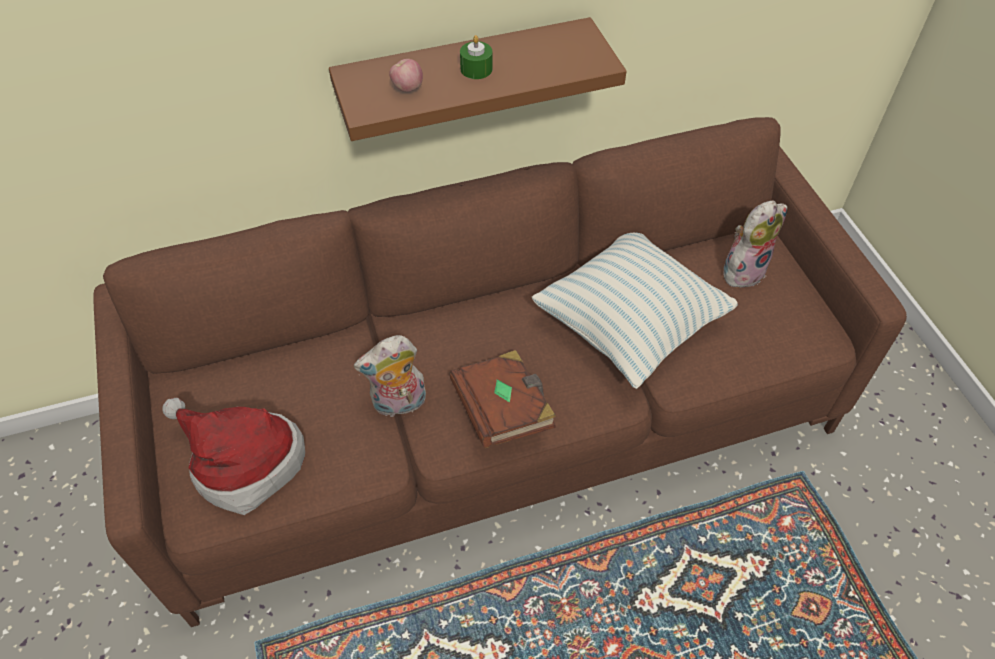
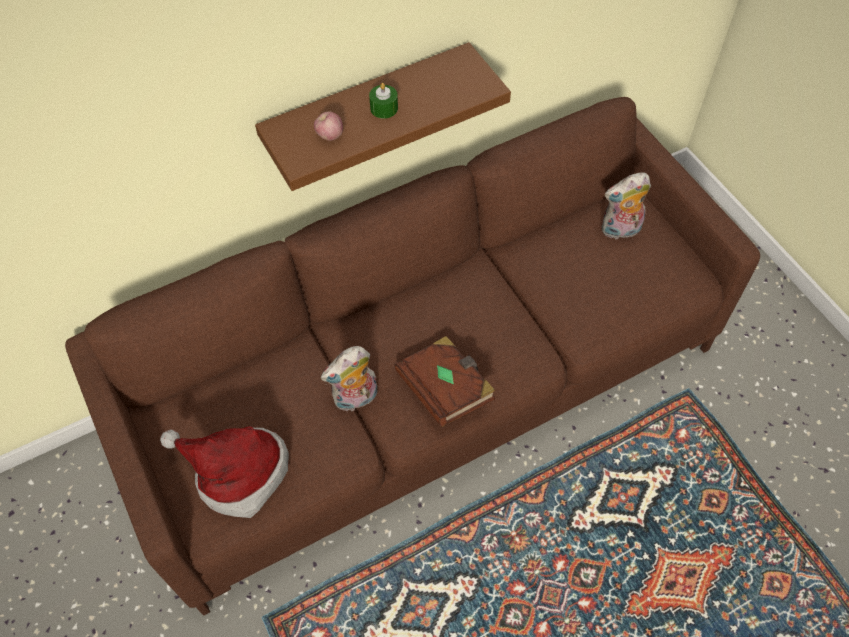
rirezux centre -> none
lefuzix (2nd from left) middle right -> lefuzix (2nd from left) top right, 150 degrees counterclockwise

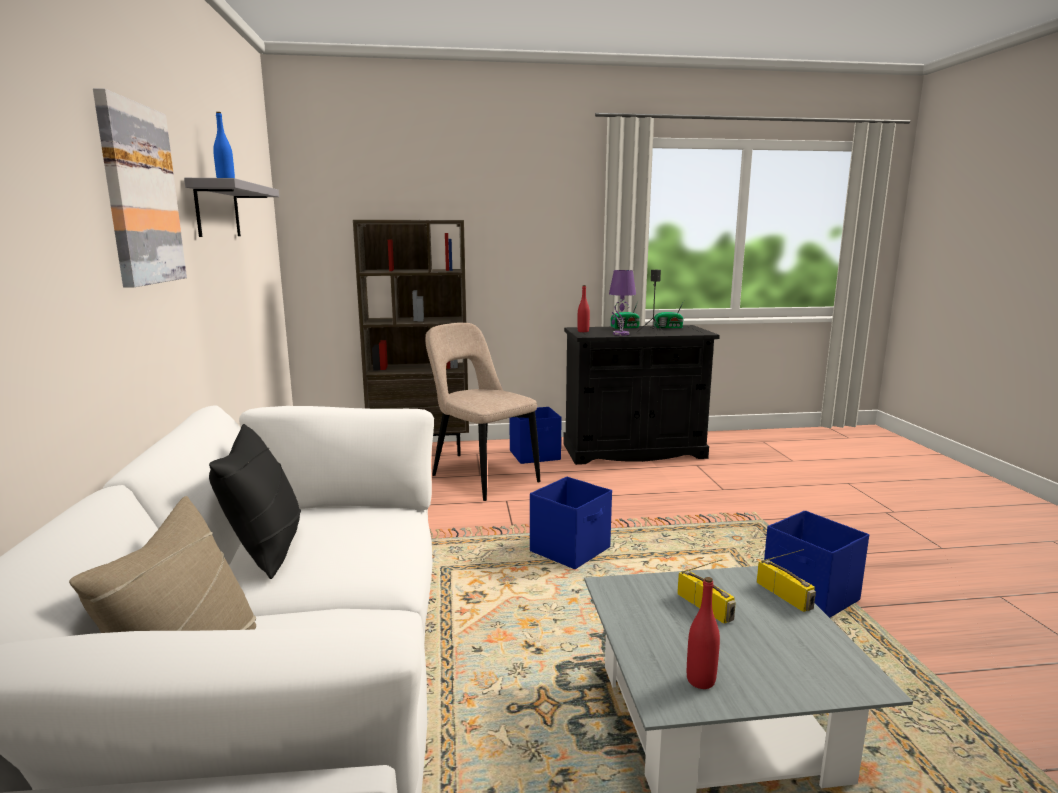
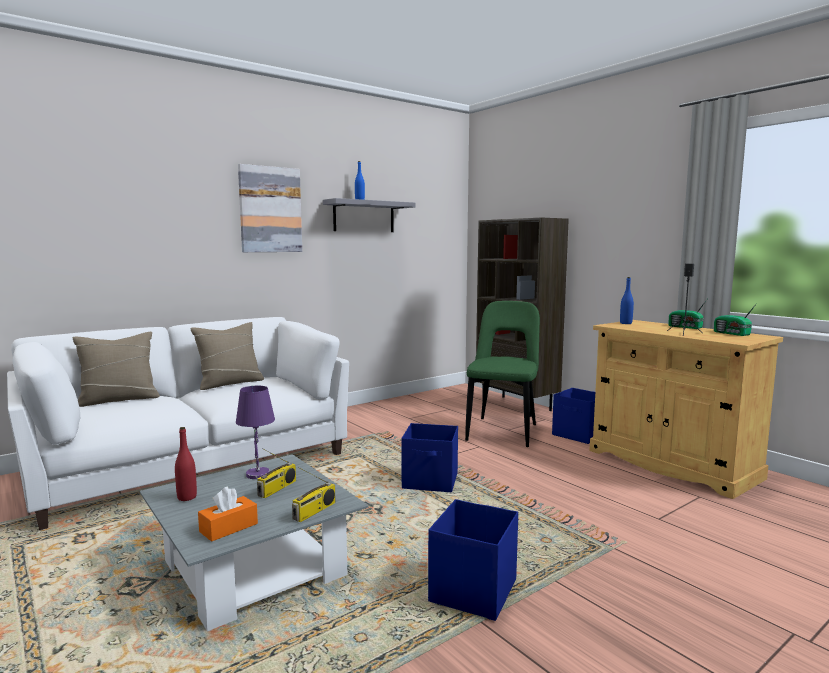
none -> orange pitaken bottom left
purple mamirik centre -> purple mamirik middle left, move
black rirezux middle left -> beige rirezux (2nd from left) middle left
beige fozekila centre -> green fozekila centre
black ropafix centre -> beige ropafix middle right
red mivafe (1st from left) centre -> blue mivafe (2nd from left) middle right

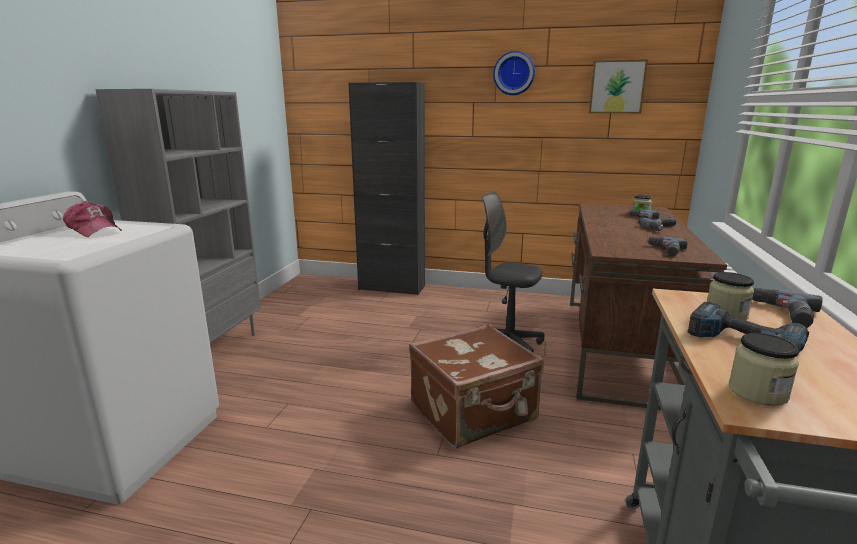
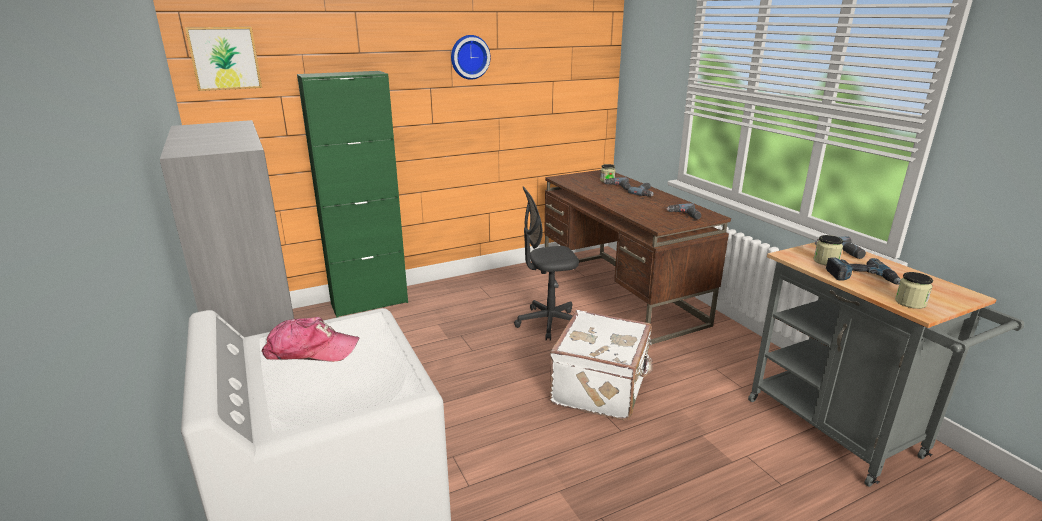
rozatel top right -> rozatel top left, move
black ropafix centre -> green ropafix centre
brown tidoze bottom centre -> white tidoze bottom centre

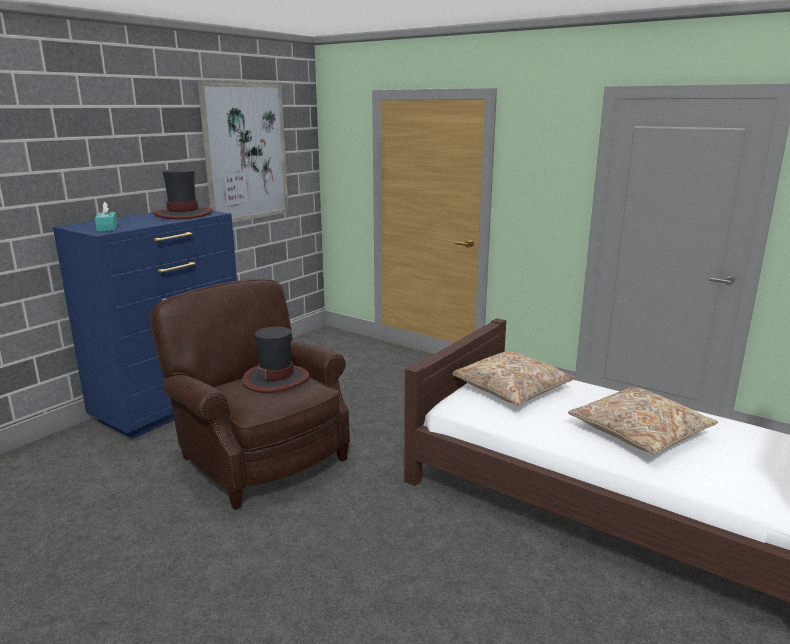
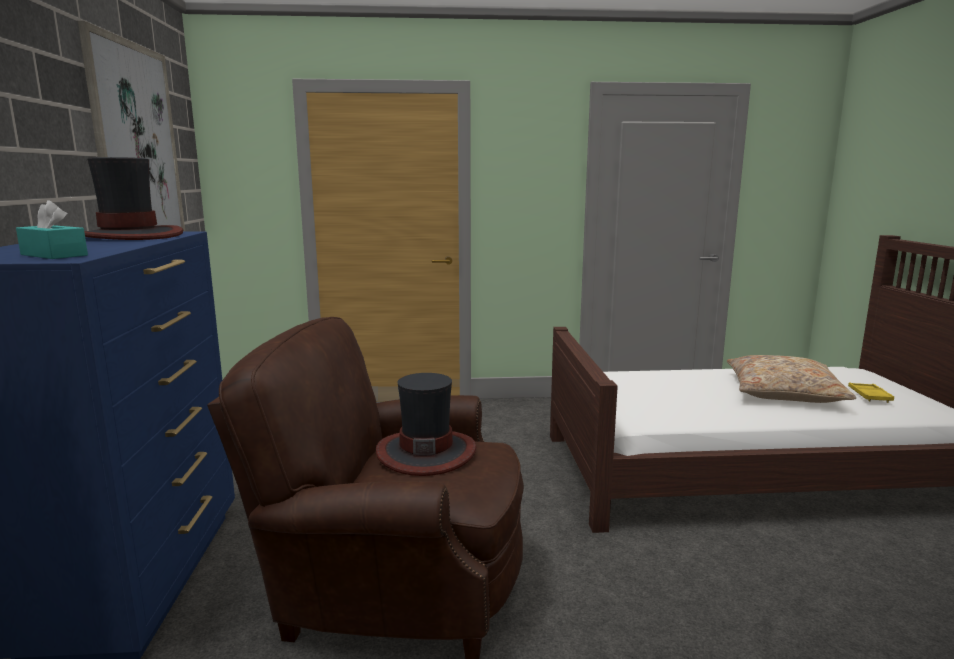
beige rirezux (1st from left) centre -> none
none -> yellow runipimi middle right

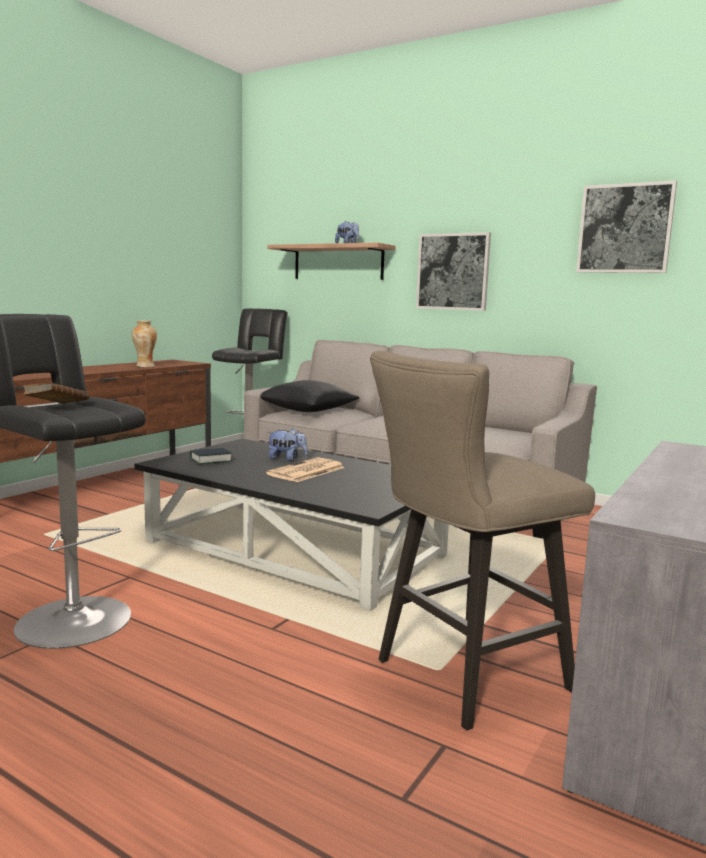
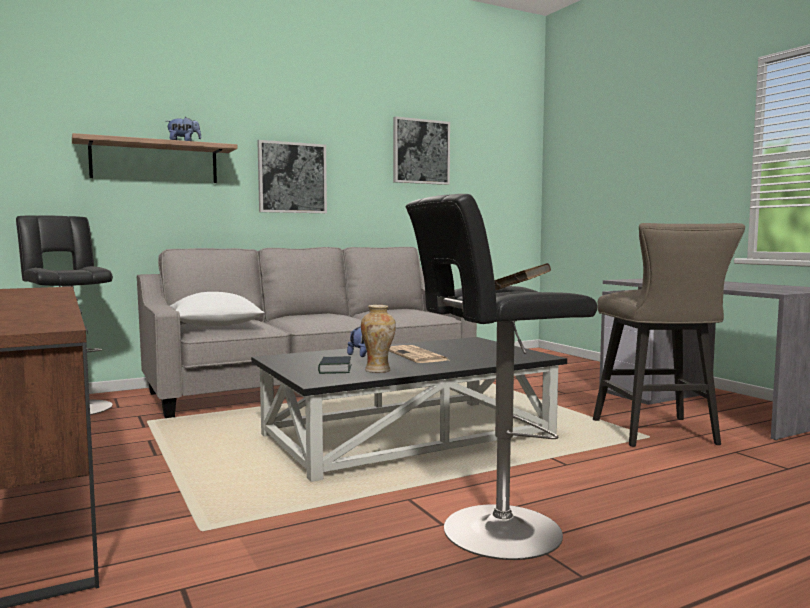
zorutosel middle left -> zorutosel centre, move
black rirezux centre -> white rirezux middle left

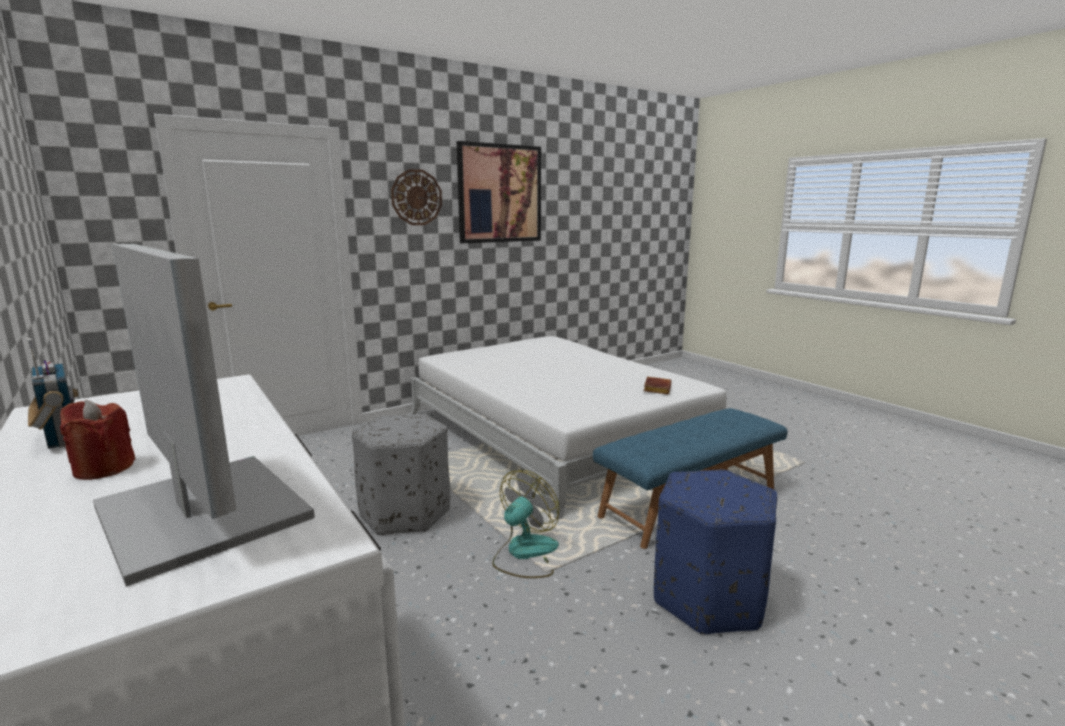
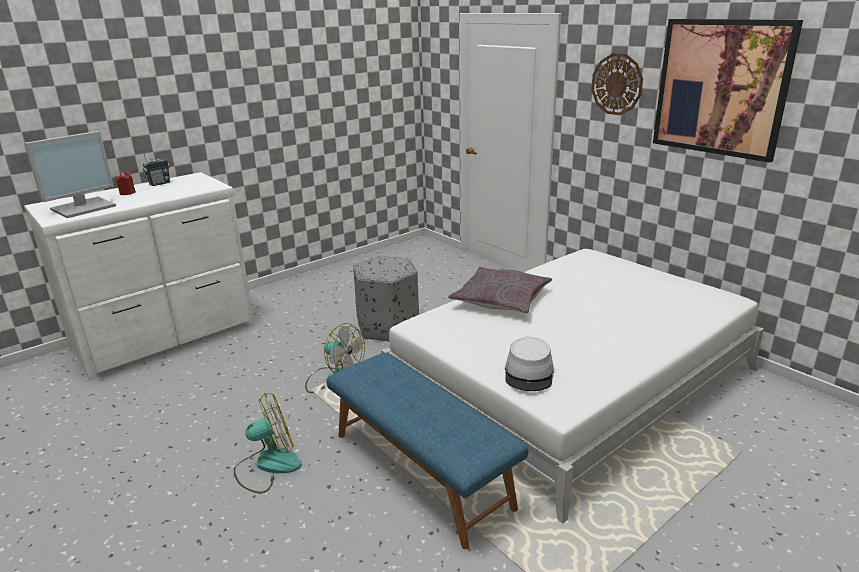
none -> grey rirezux centre
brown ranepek centre -> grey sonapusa centre
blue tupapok bottom right -> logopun (1st from left) bottom left

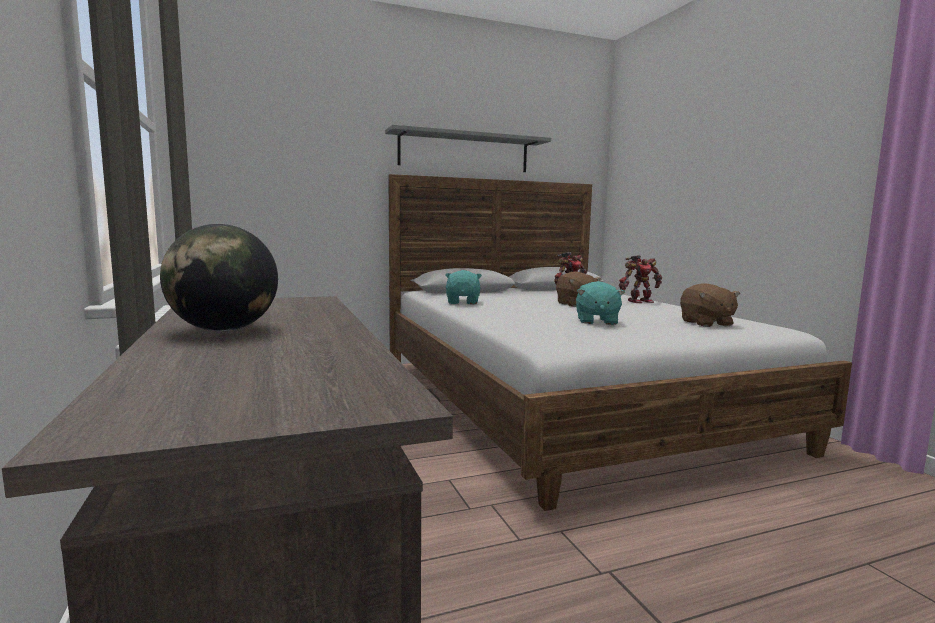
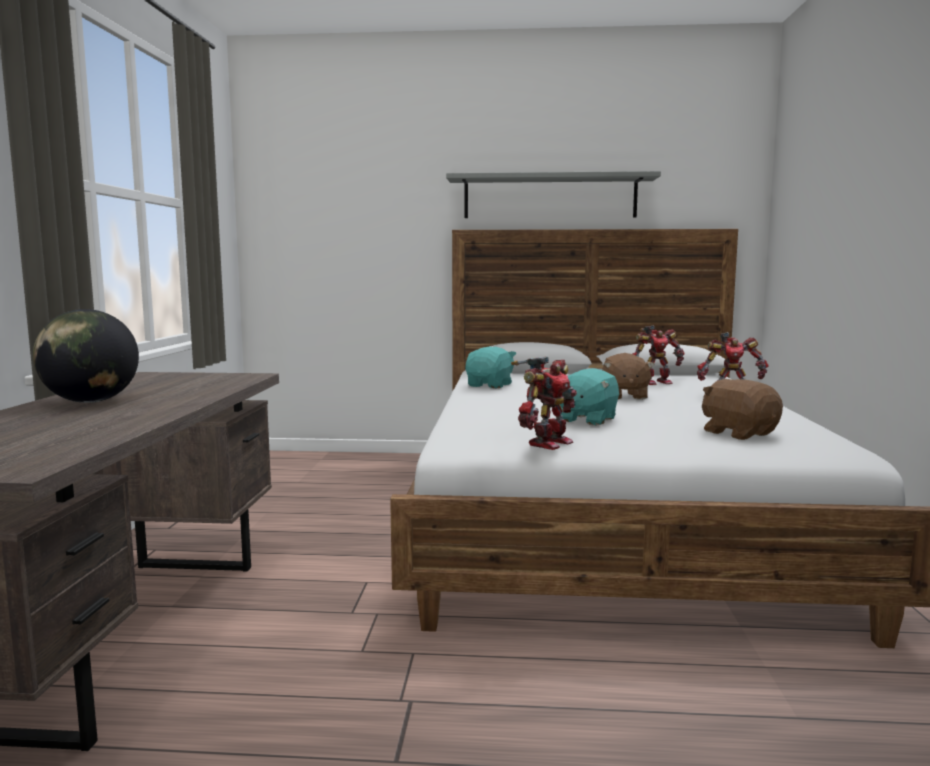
none -> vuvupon (1st from left) centre
brown lefuzix (2nd from left) middle right, 135 degrees clockwise

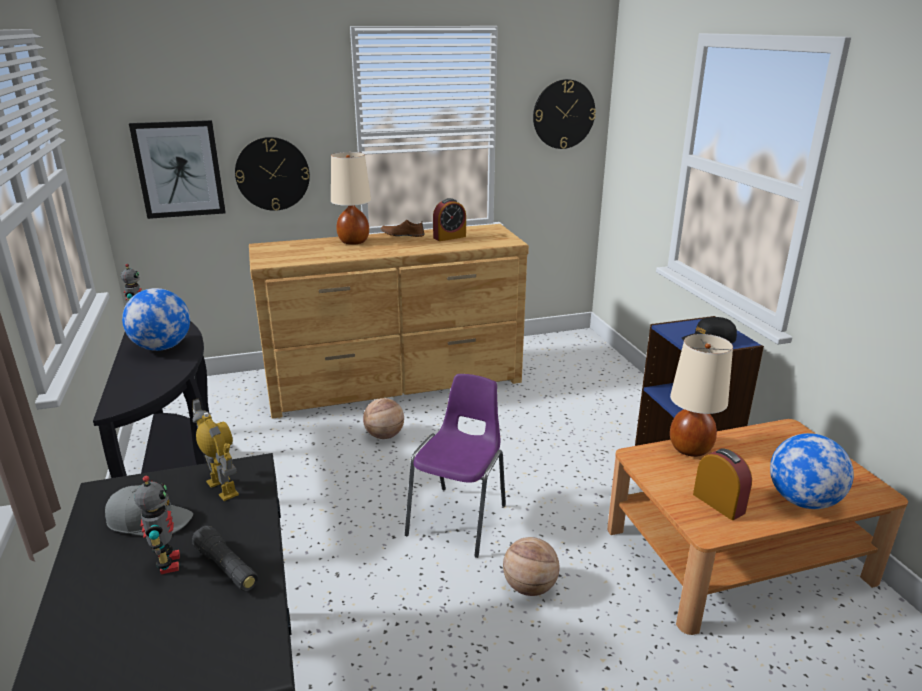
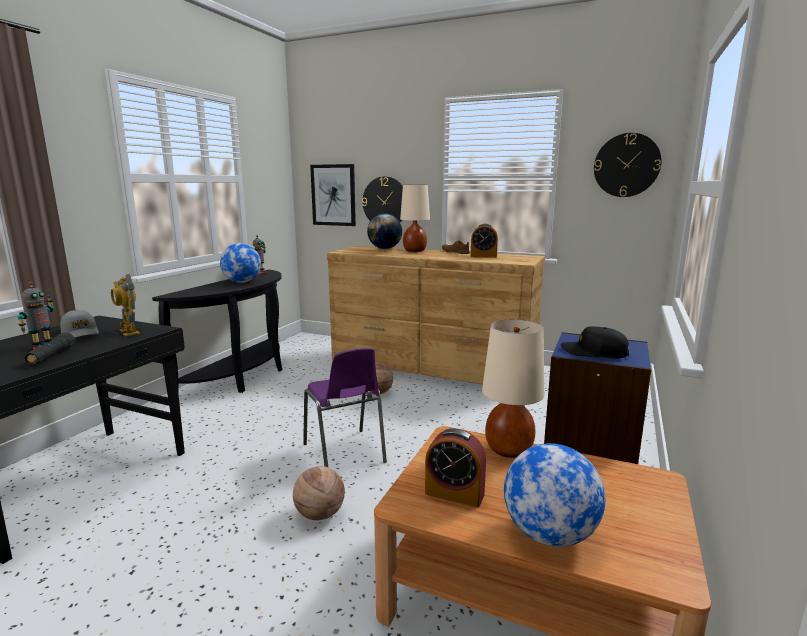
none -> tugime (2nd from left) centre
vuvupon (3rd from left in the first image) middle left -> vuvupon (2nd from left) middle left, 135 degrees clockwise
purple fozekila bottom centre -> purple fozekila centre, 90 degrees clockwise
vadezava (2nd from left in the first image) bottom right -> vadezava (1st from left) bottom centre, 105 degrees clockwise

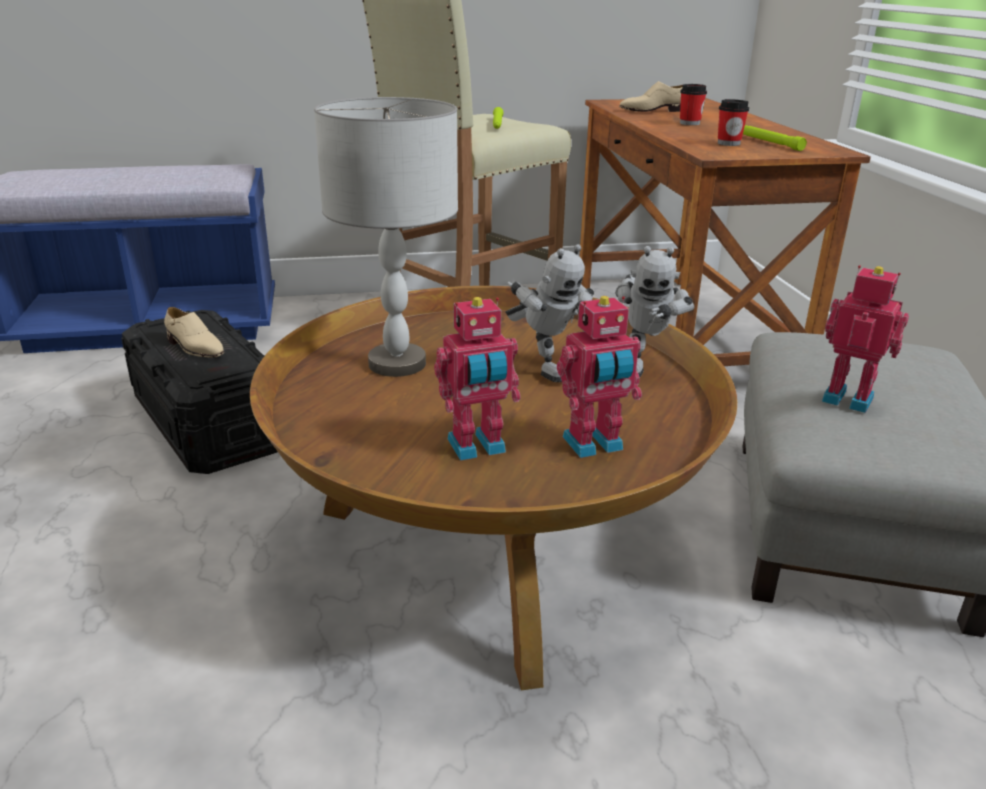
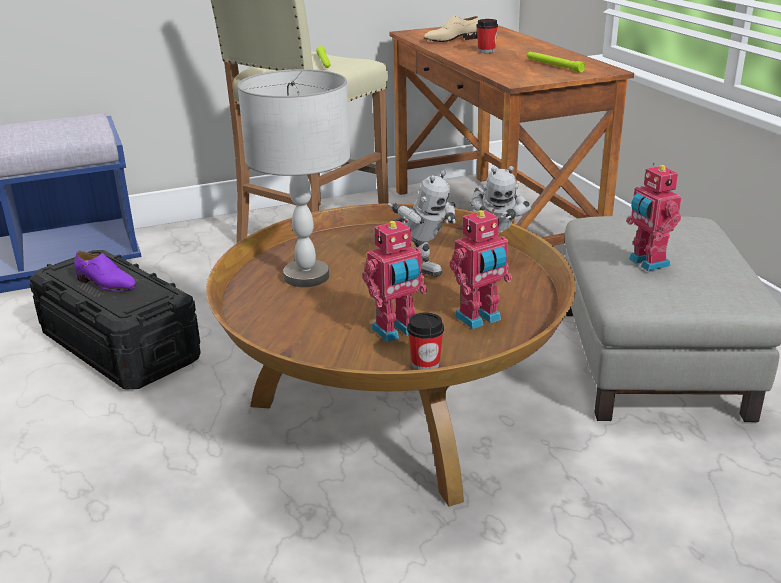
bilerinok (2nd from left in the first image) top right -> bilerinok (1st from left) centre, move
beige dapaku (1st from left) middle left -> purple dapaku middle left
vuvupon (5th from left) middle right, 135 degrees counterclockwise

